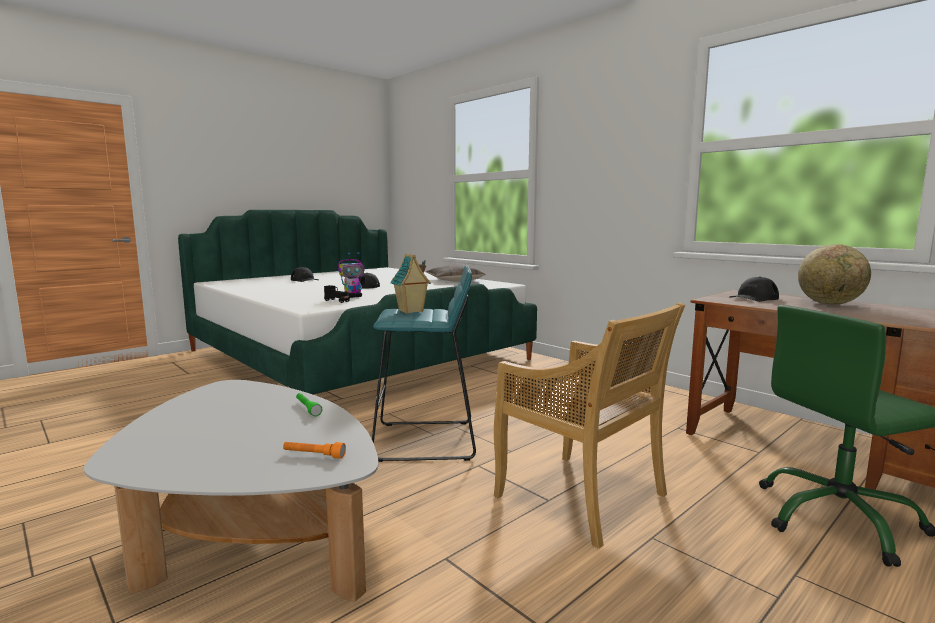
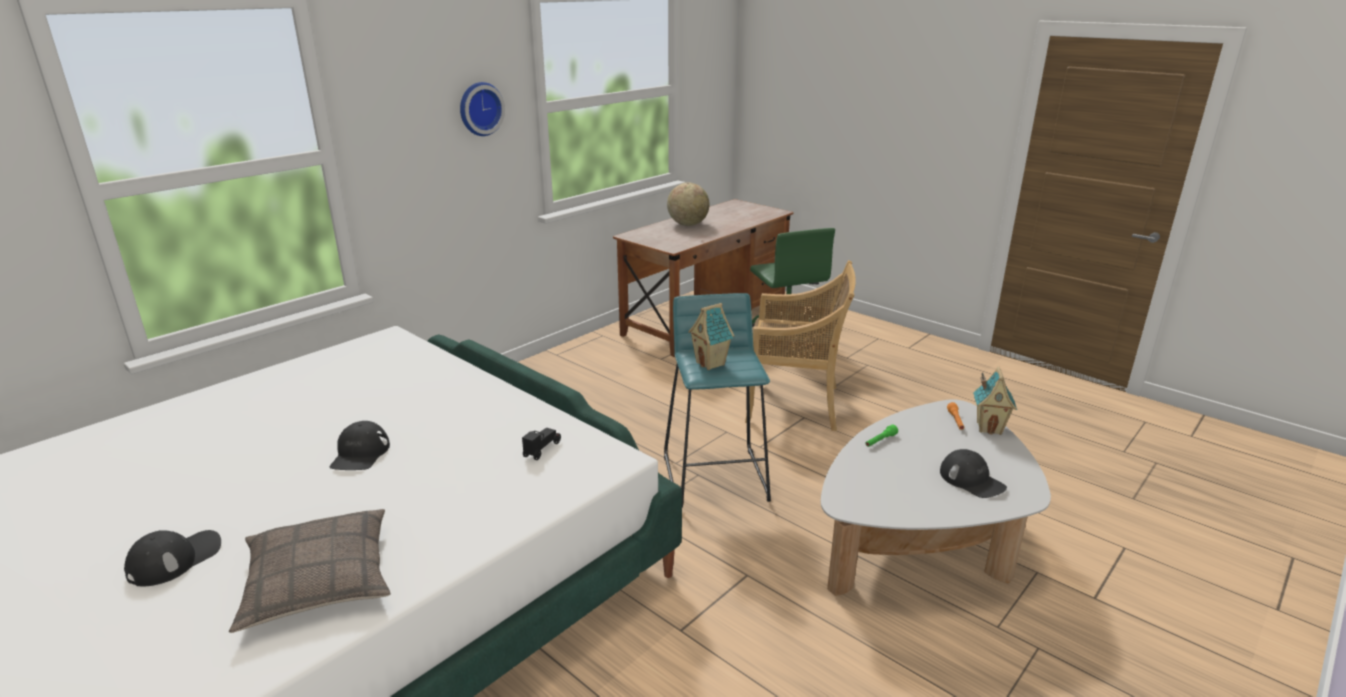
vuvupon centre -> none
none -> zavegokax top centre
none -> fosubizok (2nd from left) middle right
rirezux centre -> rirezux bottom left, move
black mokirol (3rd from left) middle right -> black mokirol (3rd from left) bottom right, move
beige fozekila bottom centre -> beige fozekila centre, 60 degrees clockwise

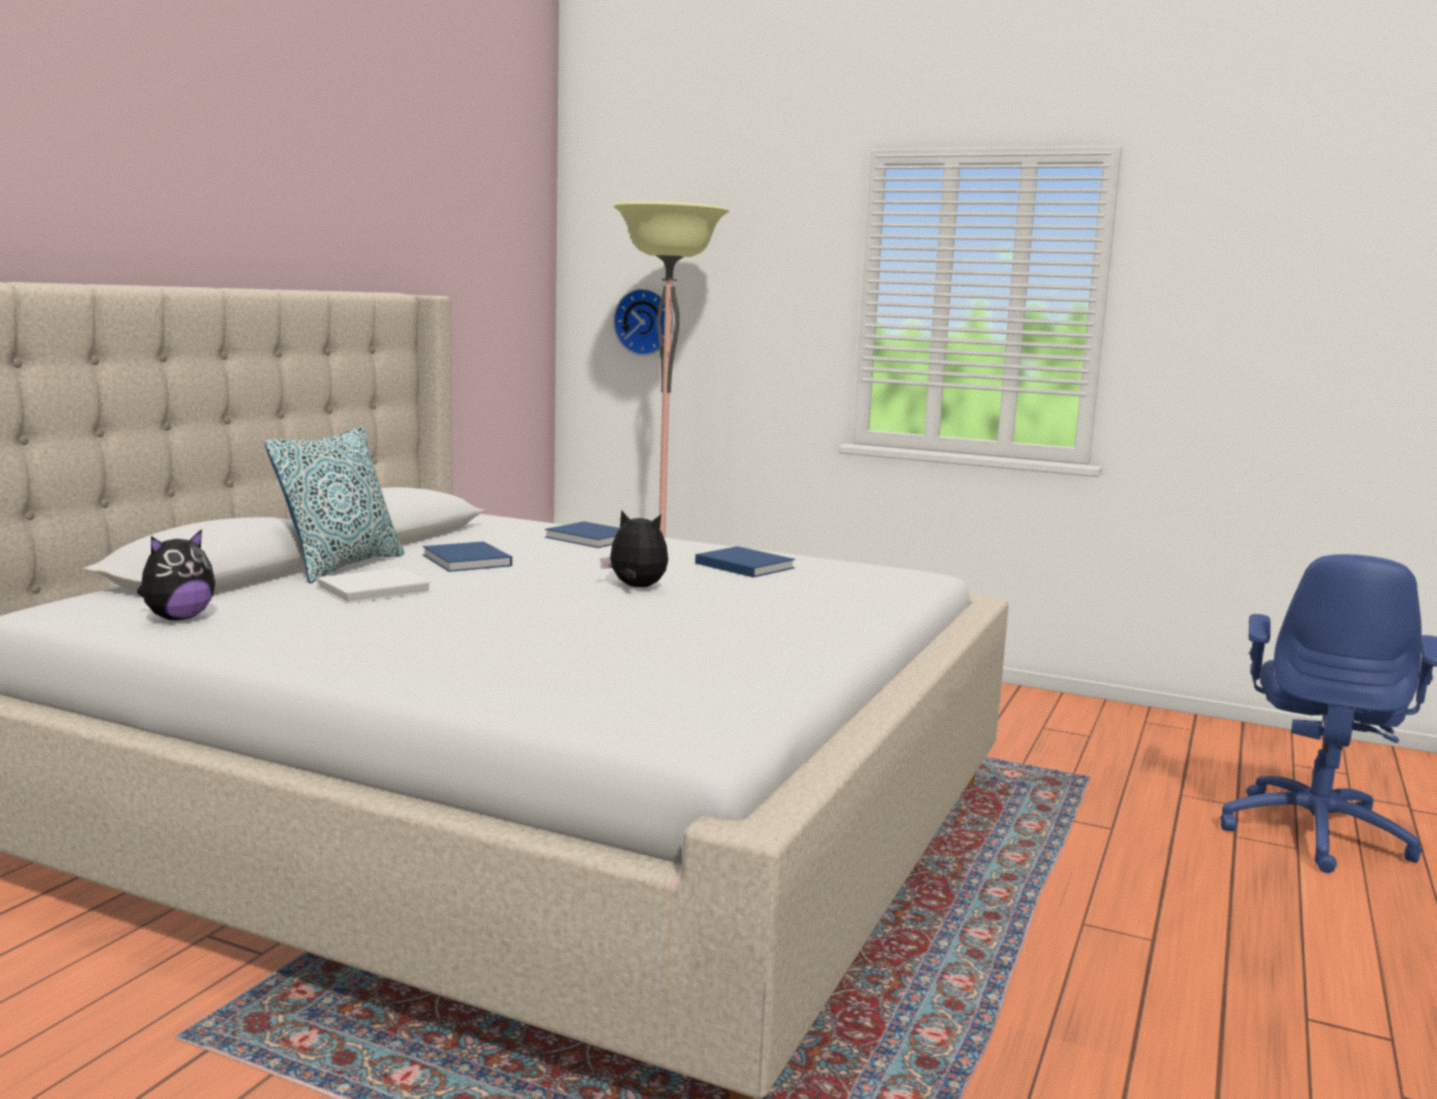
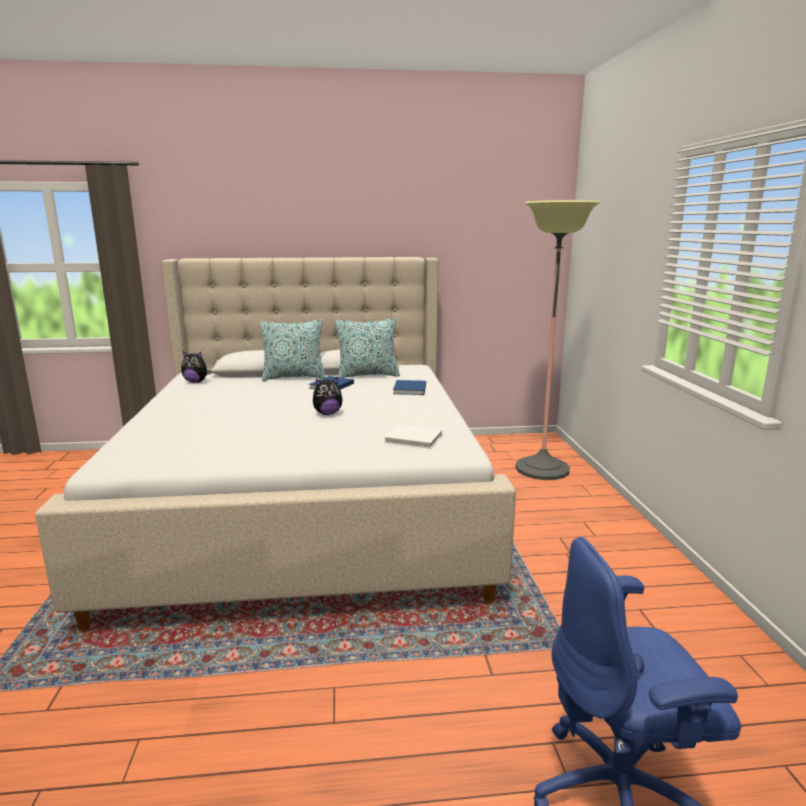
zavegokax top centre -> none
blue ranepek (3rd from left) centre -> none
none -> rirezux (2nd from left) centre
white ranepek middle left -> white ranepek centre, move
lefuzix (2nd from left) centre, 75 degrees clockwise

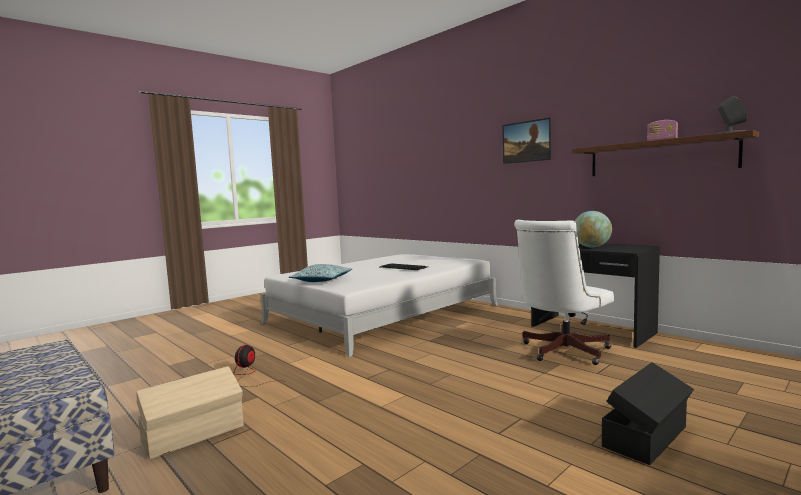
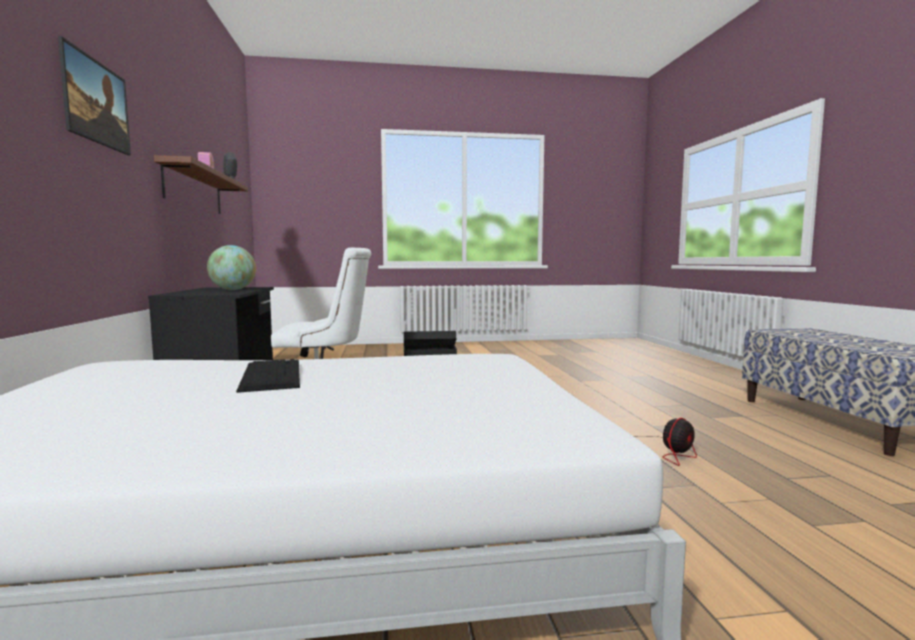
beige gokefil bottom left -> none
rirezux centre -> none

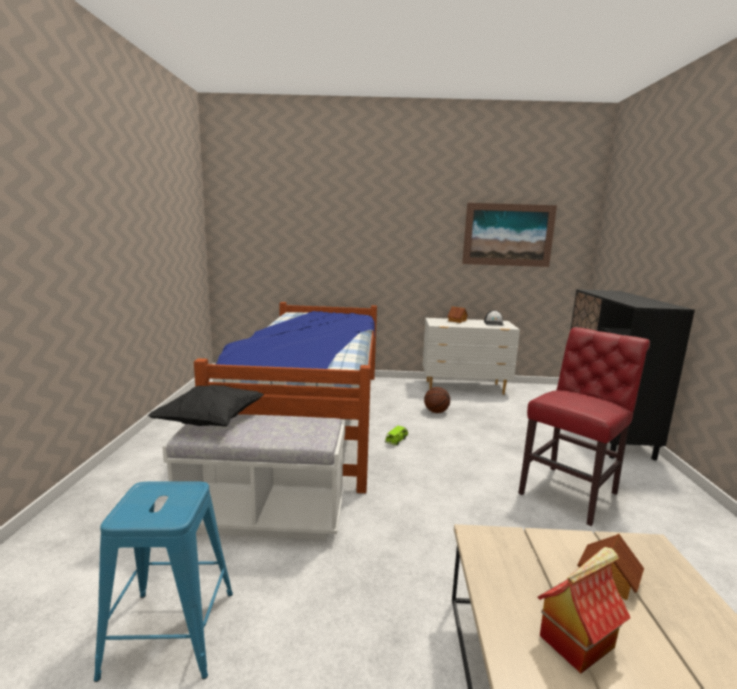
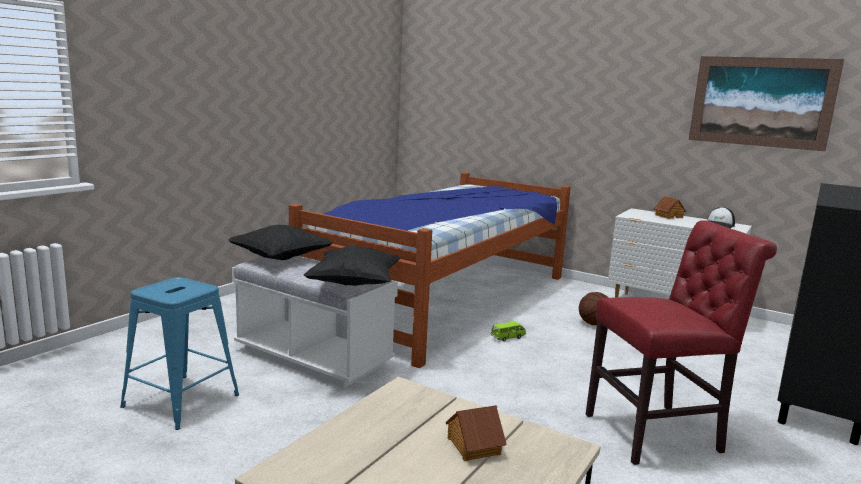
fosubizok (2nd from left) bottom right -> none
none -> black rirezux (2nd from left) centre

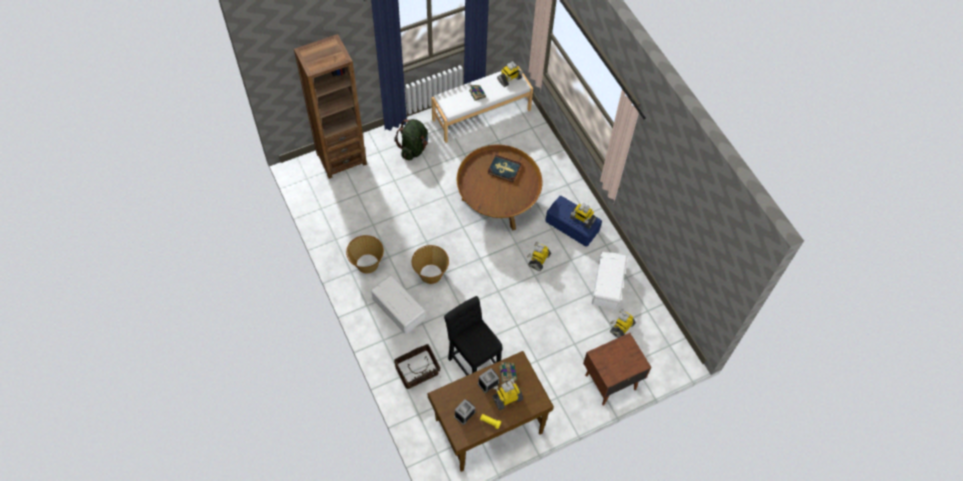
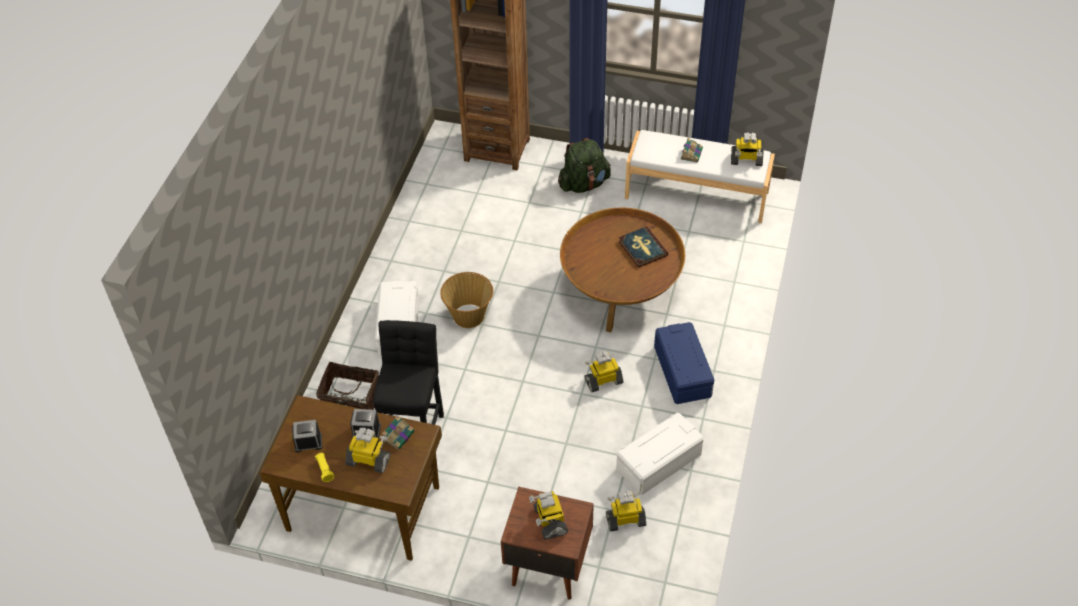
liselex (1st from left) centre -> none
vuvupon (4th from left in the first image) centre -> vuvupon (2nd from left) bottom centre, move

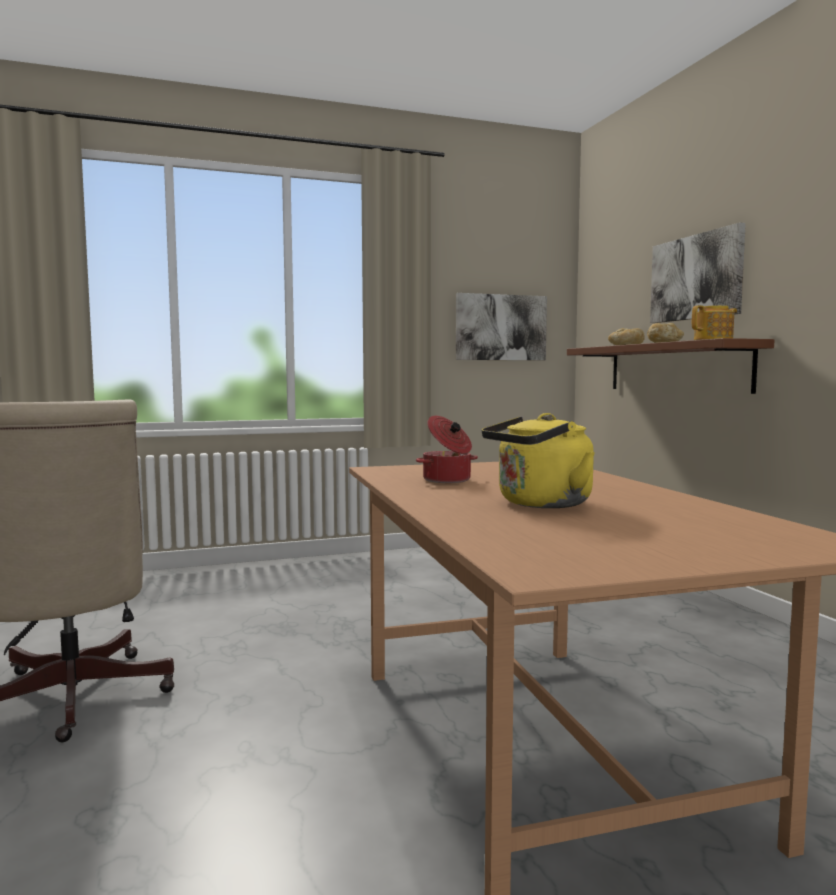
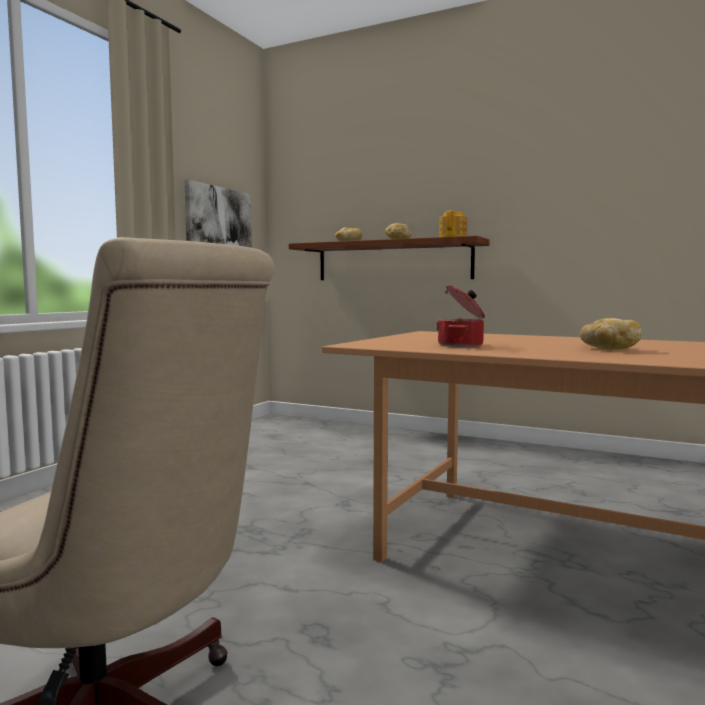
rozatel (2nd from left) top right -> none
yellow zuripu centre -> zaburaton (3rd from left) middle right

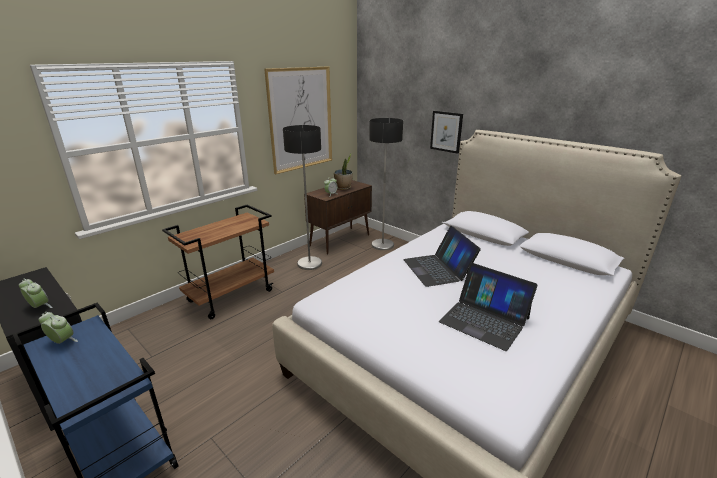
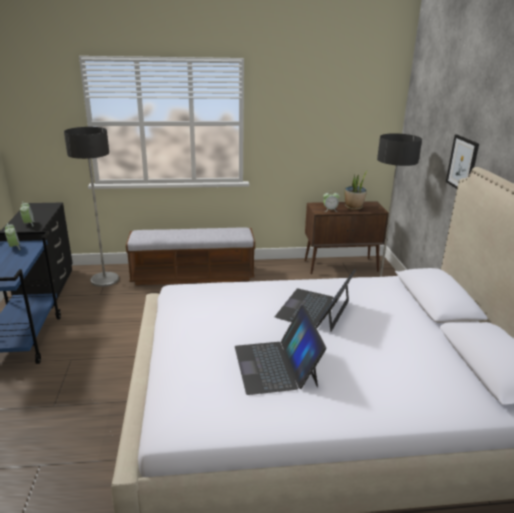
rozatel (1st from left) top centre -> none
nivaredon (1st from left) centre -> nivaredon (1st from left) middle left, move
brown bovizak middle left -> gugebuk centre

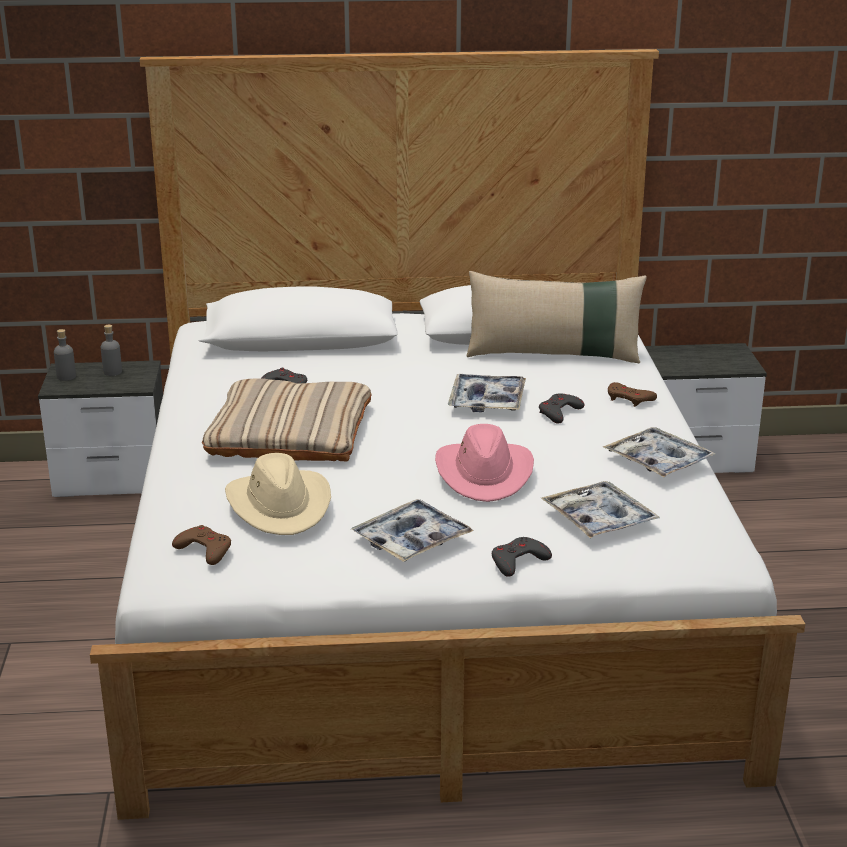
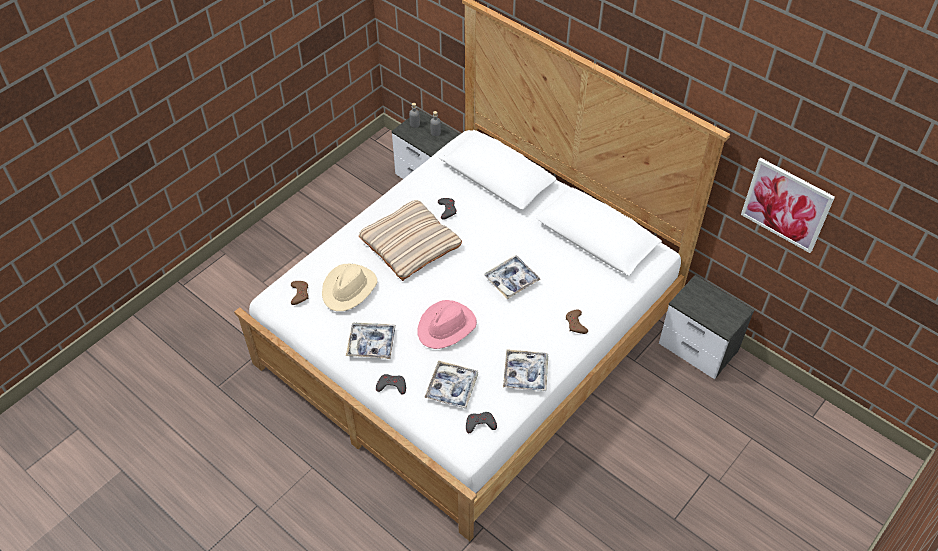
beige rirezux (2nd from left) centre -> none
none -> rozatel middle right
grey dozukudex (3rd from left) centre -> grey dozukudex (3rd from left) bottom centre, move

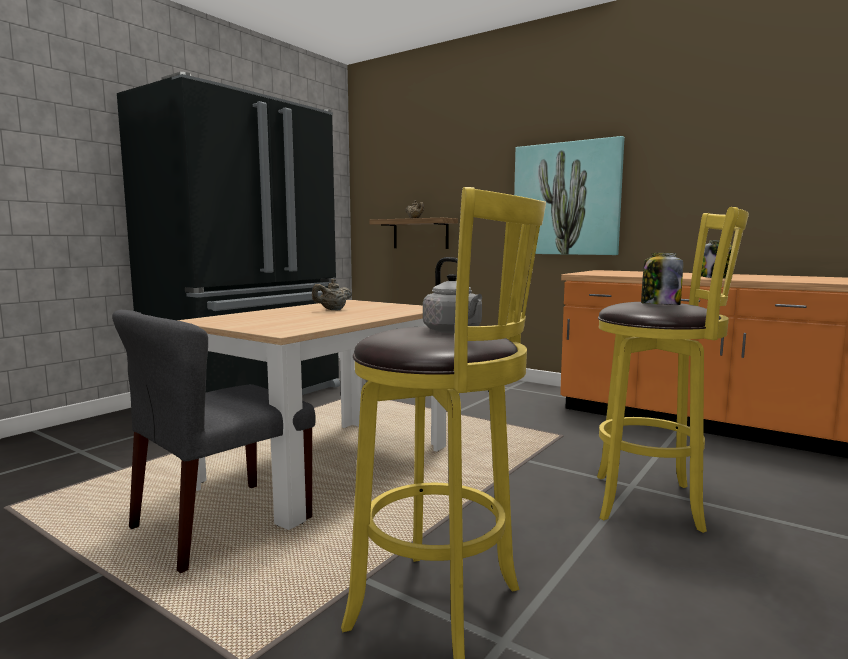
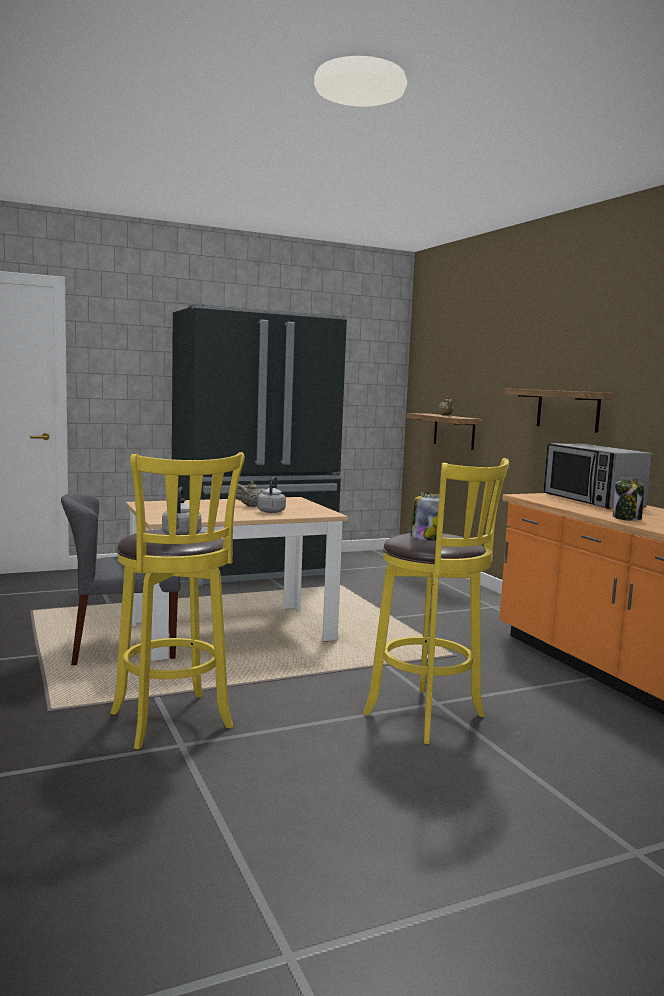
none -> grey zuripu (2nd from left) centre
none -> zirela middle right
rozatel top right -> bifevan (2nd from left) middle right

